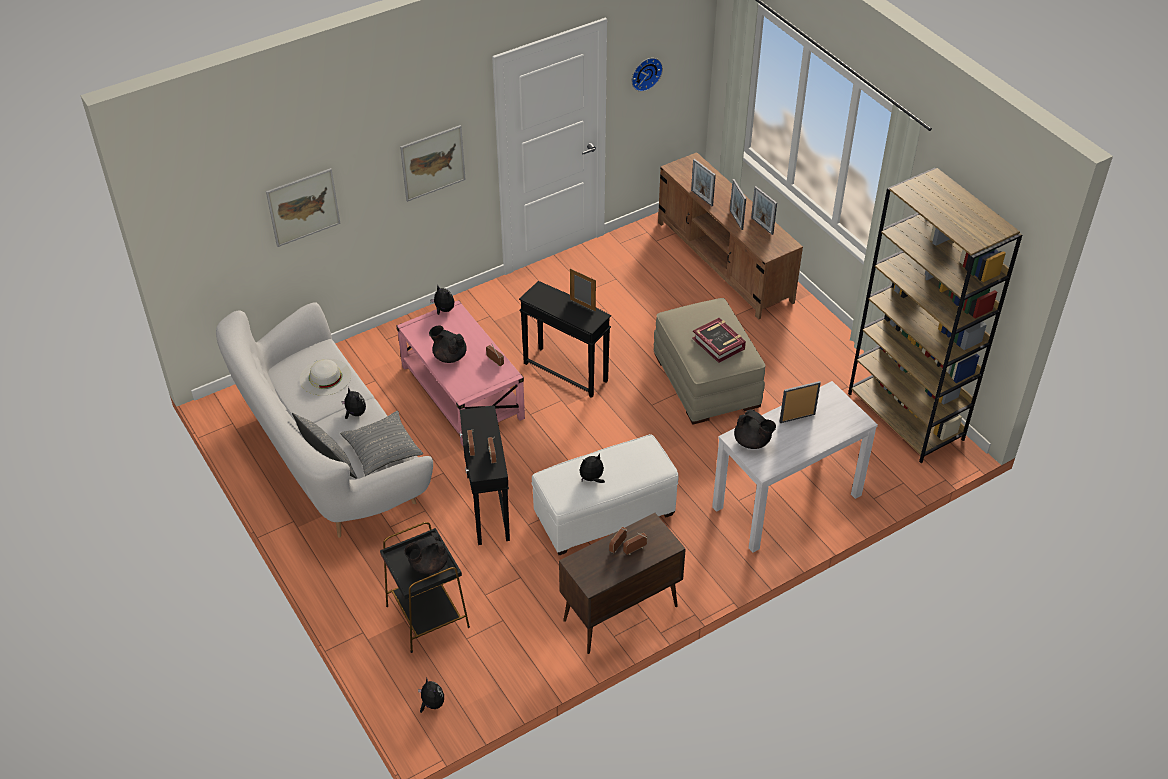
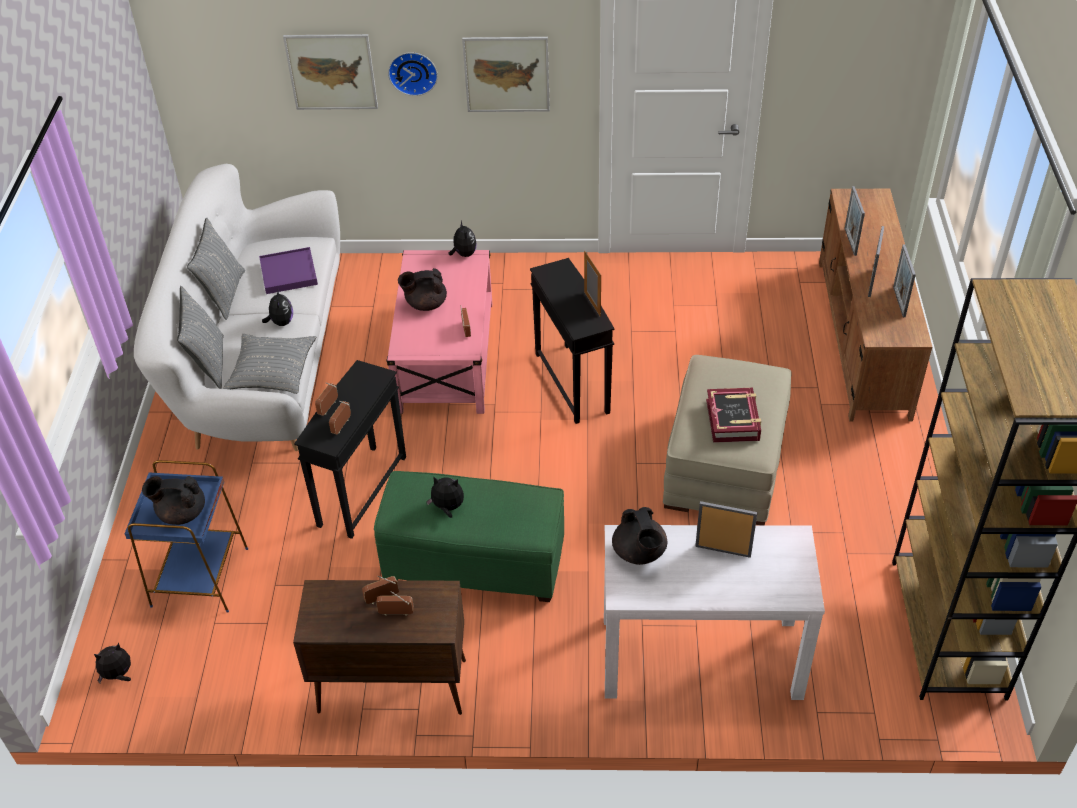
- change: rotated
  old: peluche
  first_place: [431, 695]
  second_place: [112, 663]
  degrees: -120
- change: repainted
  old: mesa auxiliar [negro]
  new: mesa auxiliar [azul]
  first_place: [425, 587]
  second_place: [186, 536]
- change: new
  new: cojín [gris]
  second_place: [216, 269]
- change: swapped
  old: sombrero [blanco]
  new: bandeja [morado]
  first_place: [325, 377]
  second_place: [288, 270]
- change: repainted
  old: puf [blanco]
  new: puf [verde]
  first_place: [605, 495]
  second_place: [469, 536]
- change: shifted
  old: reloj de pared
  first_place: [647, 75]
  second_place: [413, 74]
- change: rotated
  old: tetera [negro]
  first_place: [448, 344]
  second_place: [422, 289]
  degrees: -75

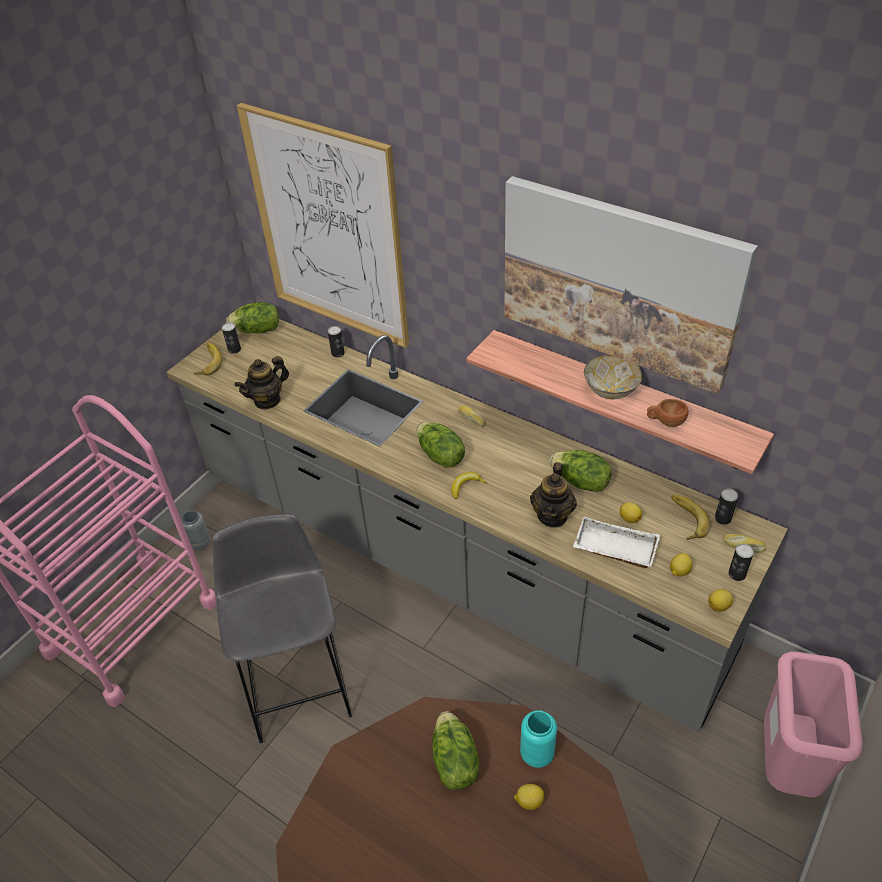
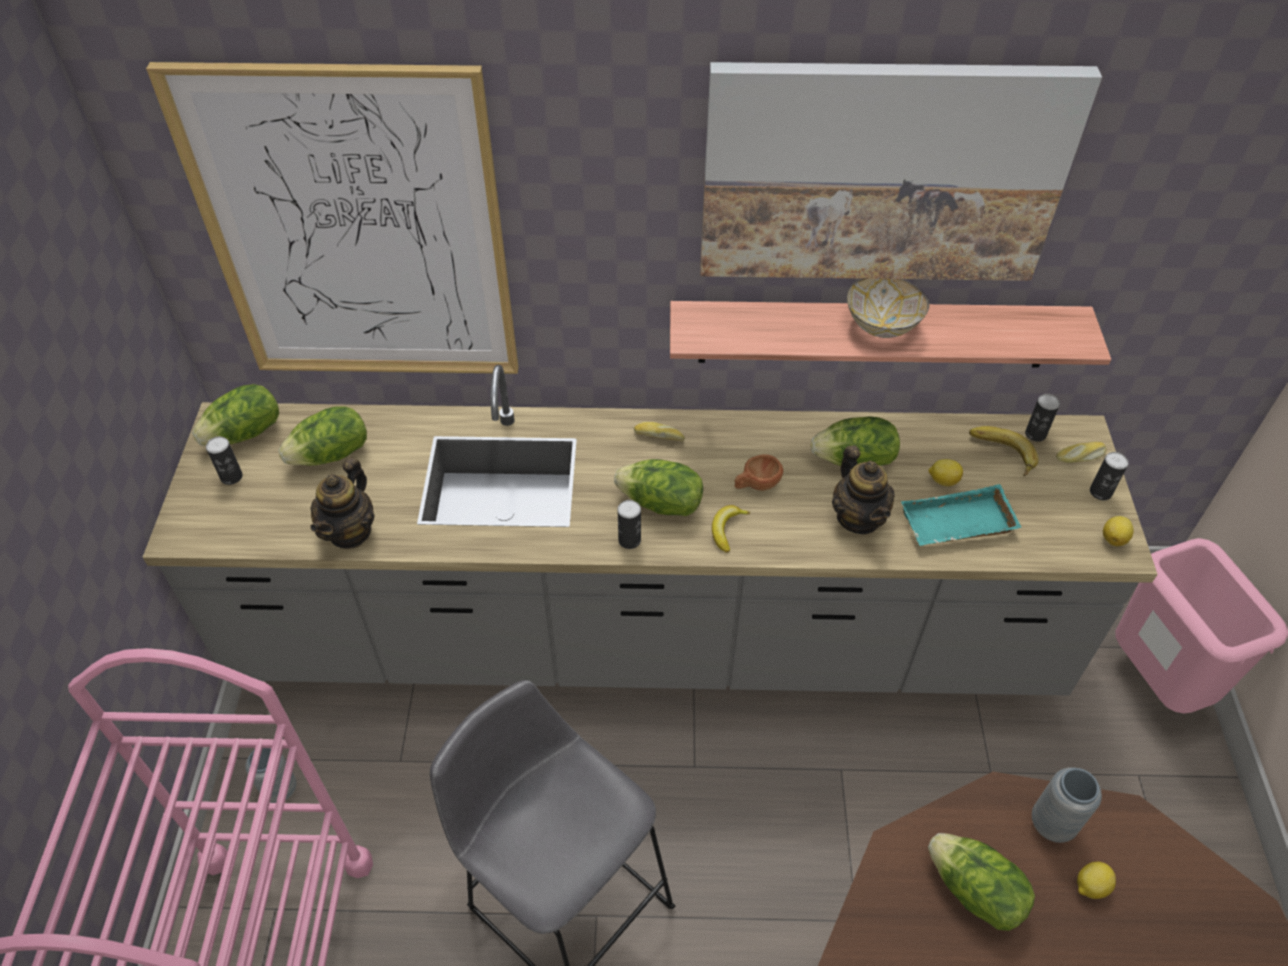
- change: new
  new: lechuga
  second_place: [322, 436]
- change: shifted
  old: lata
  first_place: [336, 342]
  second_place: [629, 524]
- change: shifted
  old: taza [marrón]
  first_place: [668, 413]
  second_place: [758, 472]
- change: repainted
  old: bandeja [blanco]
  new: bandeja [turquesa]
  first_place: [616, 542]
  second_place: [961, 515]
- change: repainted
  old: florero [turquesa]
  new: florero [gris]
  first_place: [538, 739]
  second_place: [1067, 805]
- change: gone
  old: plátano
  first_place: [208, 359]
- change: gone
  old: limón
  first_place: [681, 564]

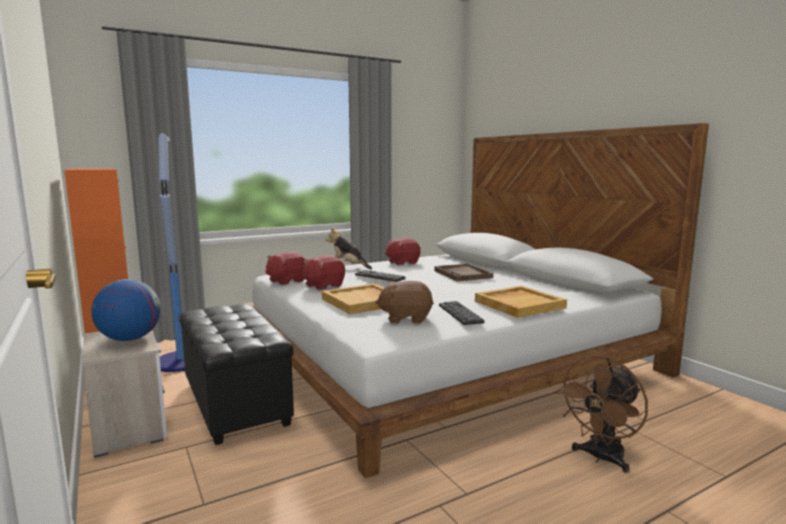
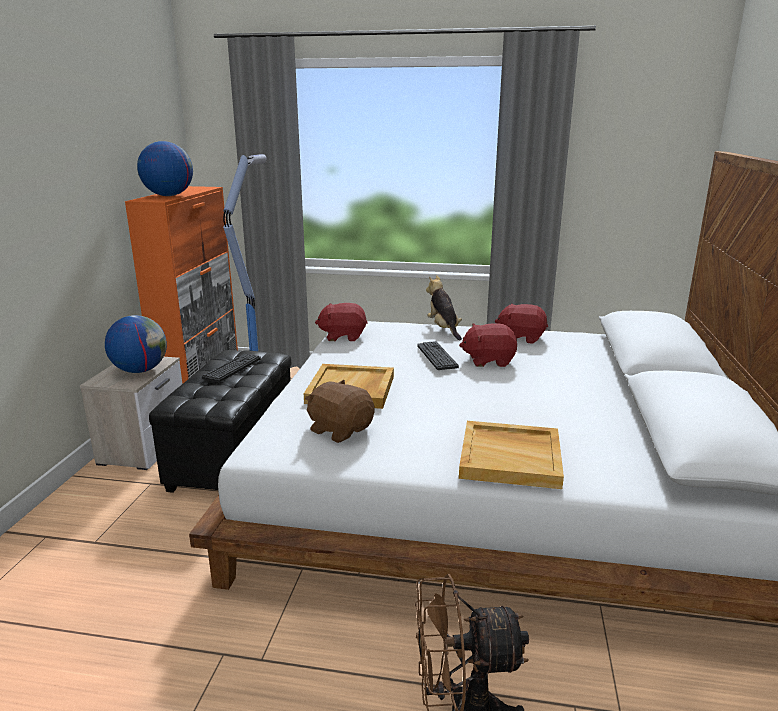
- change: new
  new: globo terráqueo
  second_place: [165, 168]
- change: shifted
  old: teclado
  first_place: [462, 313]
  second_place: [231, 368]
- change: shifted
  old: peluche [rojo]
  first_place: [324, 272]
  second_place: [488, 345]
- change: gone
  old: bandeja [marrón]
  first_place: [463, 272]

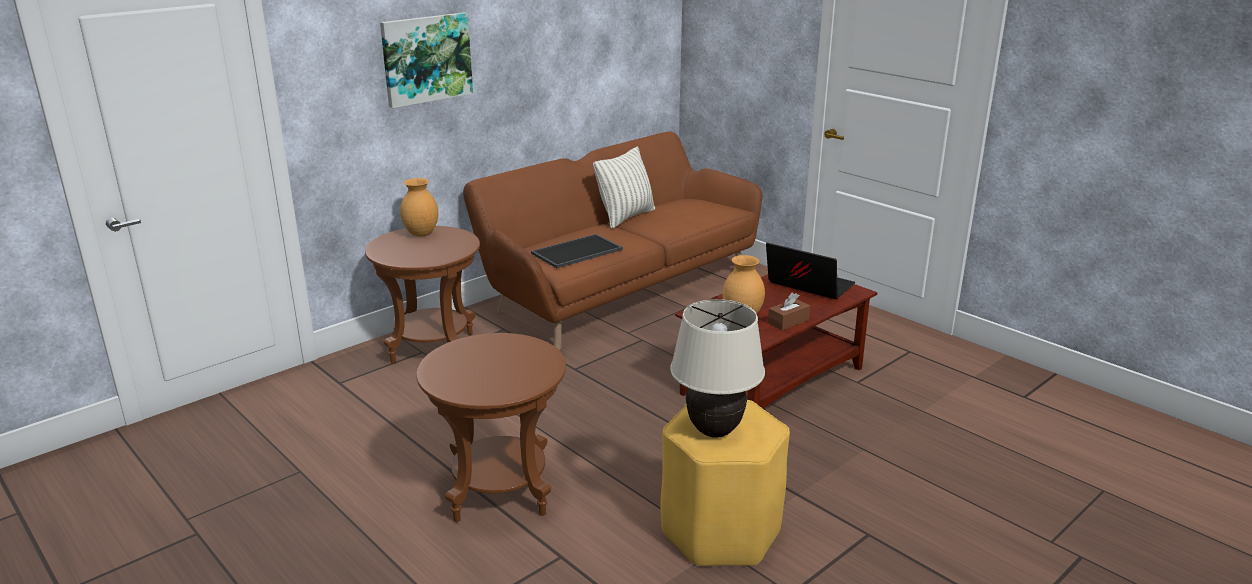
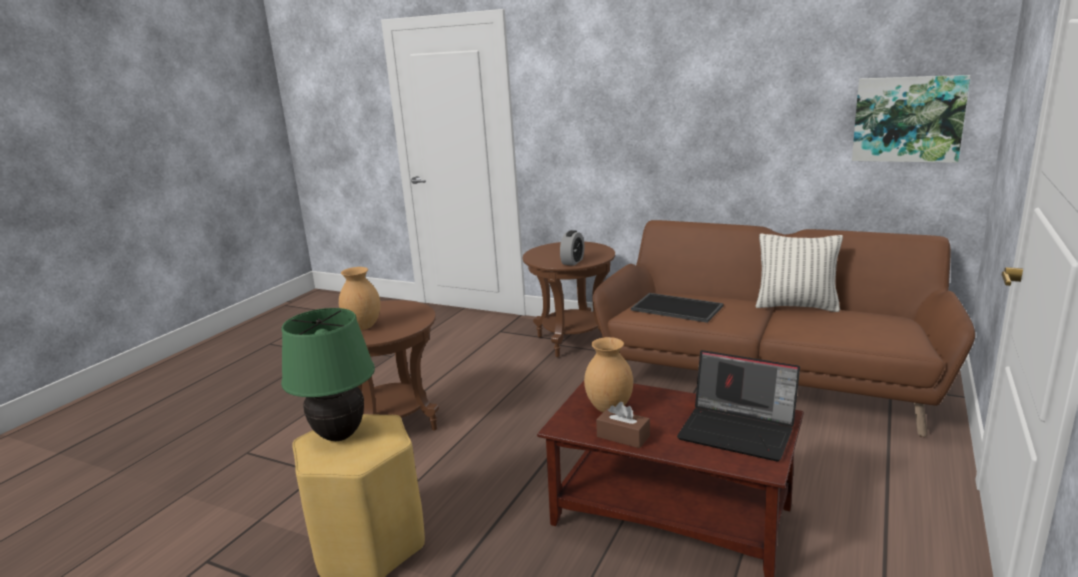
- change: repainted
  old: lámpara de mesa [beis]
  new: lámpara de mesa [verde]
  first_place: [717, 368]
  second_place: [328, 374]
- change: shifted
  old: florero [marrón]
  first_place: [419, 207]
  second_place: [360, 298]
- change: new
  new: despertador
  second_place: [572, 248]
- change: rotated
  old: portátil
  first_place: [810, 271]
  second_place: [738, 405]
  degrees: 105
- change: shifted
  old: cuadro
  first_place: [426, 60]
  second_place: [911, 119]

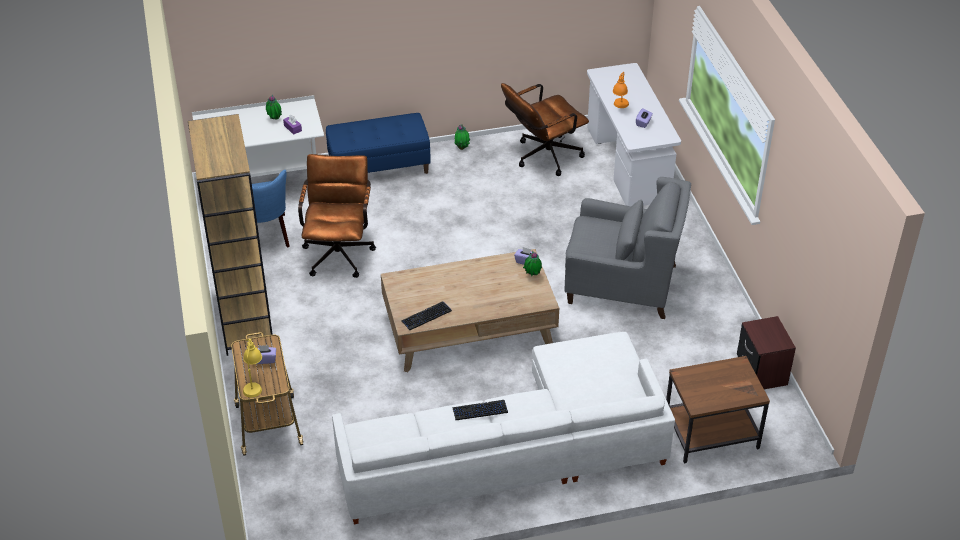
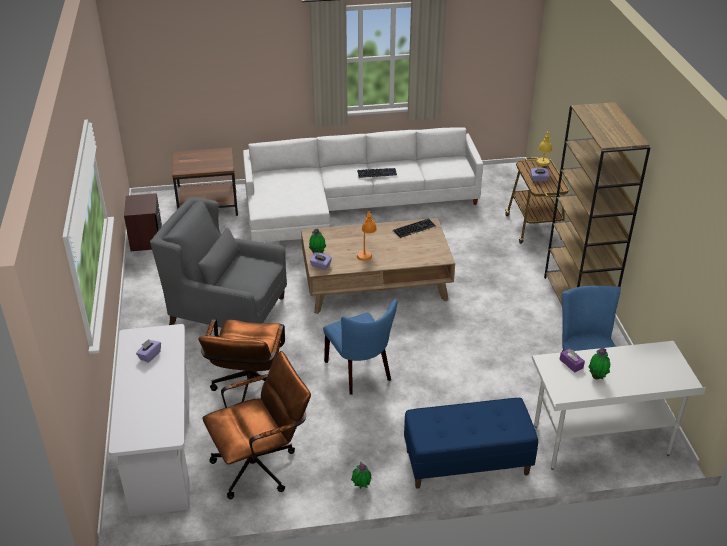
- change: shifted
  old: silla de oficina [marrón]
  first_place: [337, 216]
  second_place: [241, 360]
- change: new
  new: silla [azul]
  second_place: [360, 347]
- change: shifted
  old: lámpara de mesa [naranja]
  first_place: [621, 90]
  second_place: [367, 236]

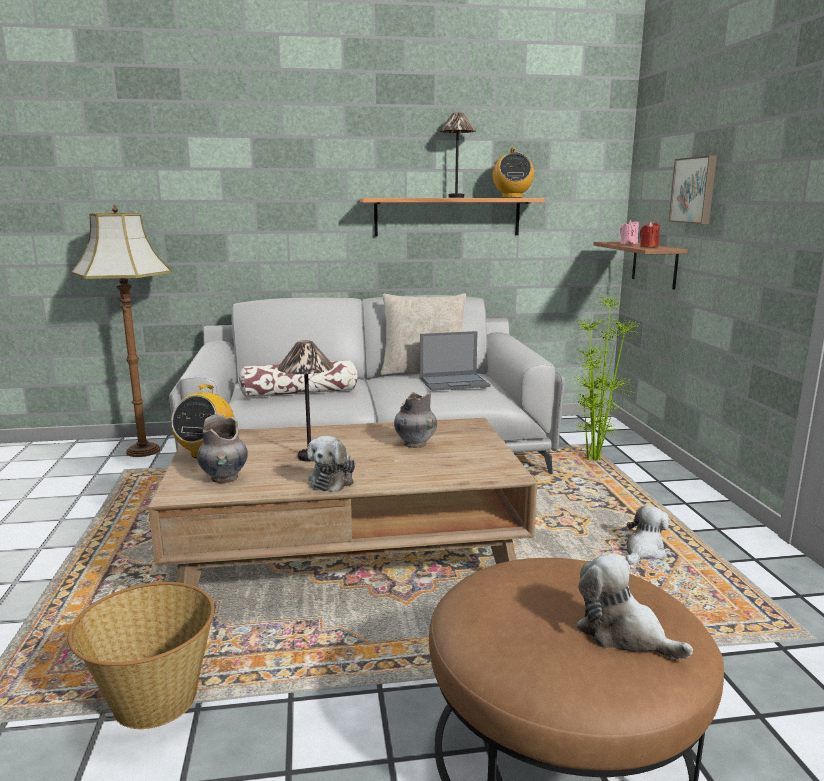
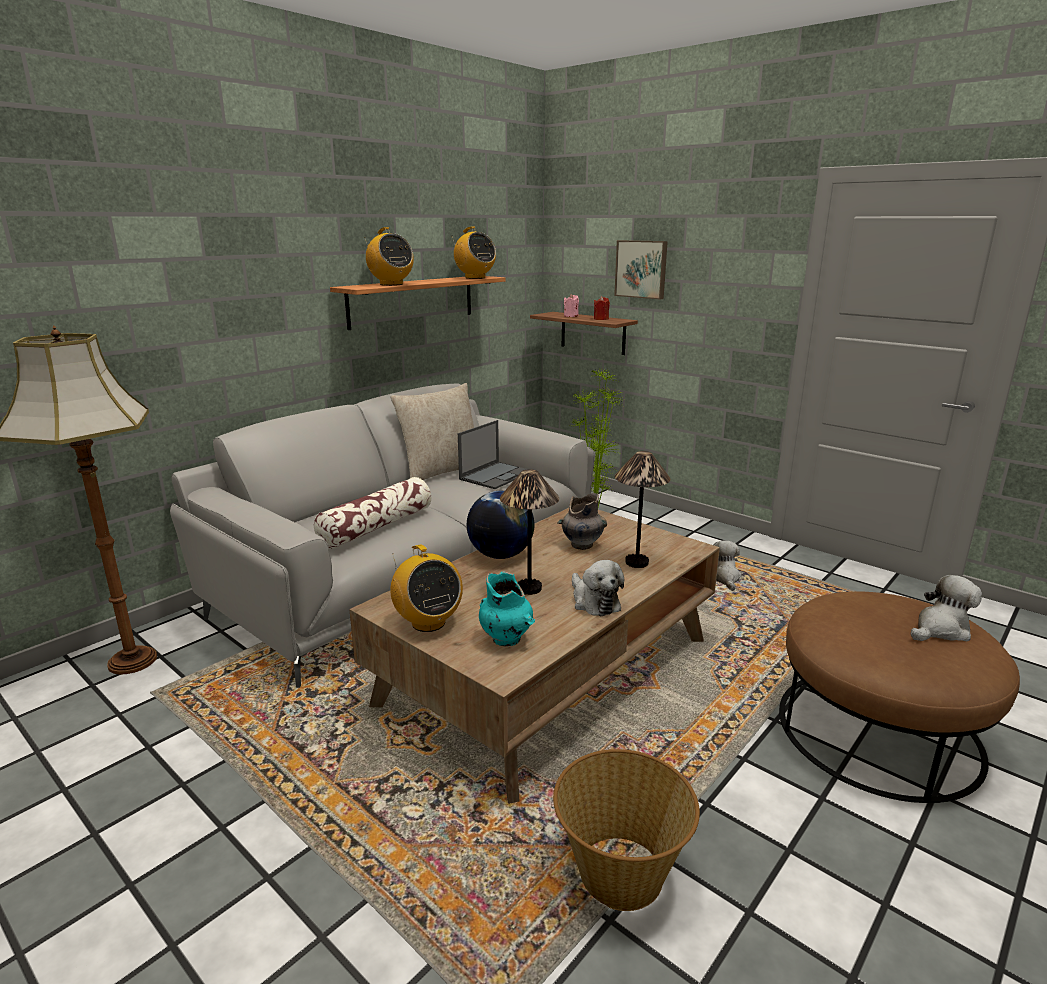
- change: new
  new: radio
  second_place: [389, 256]
- change: new
  new: globo terráqueo
  second_place: [500, 525]
- change: repainted
  old: florero [gris]
  new: florero [turquesa]
  first_place: [222, 448]
  second_place: [507, 608]
- change: shifted
  old: lámpara de mesa
  first_place: [457, 155]
  second_place: [642, 509]
- change: rotated
  old: peluche
  first_place: [634, 606]
  second_place: [946, 608]
  degrees: 150

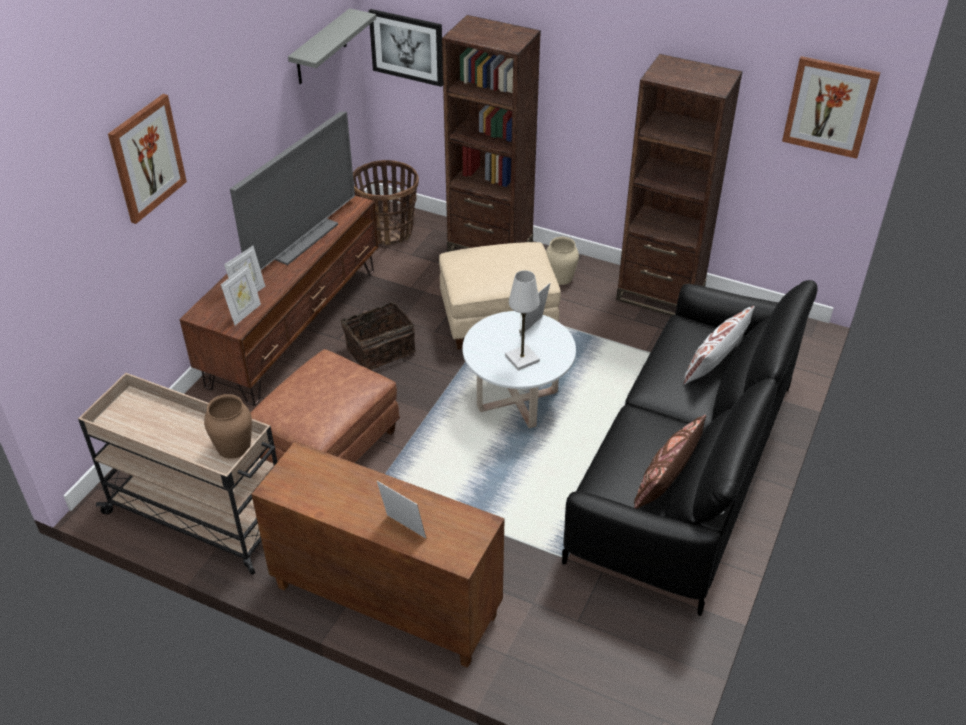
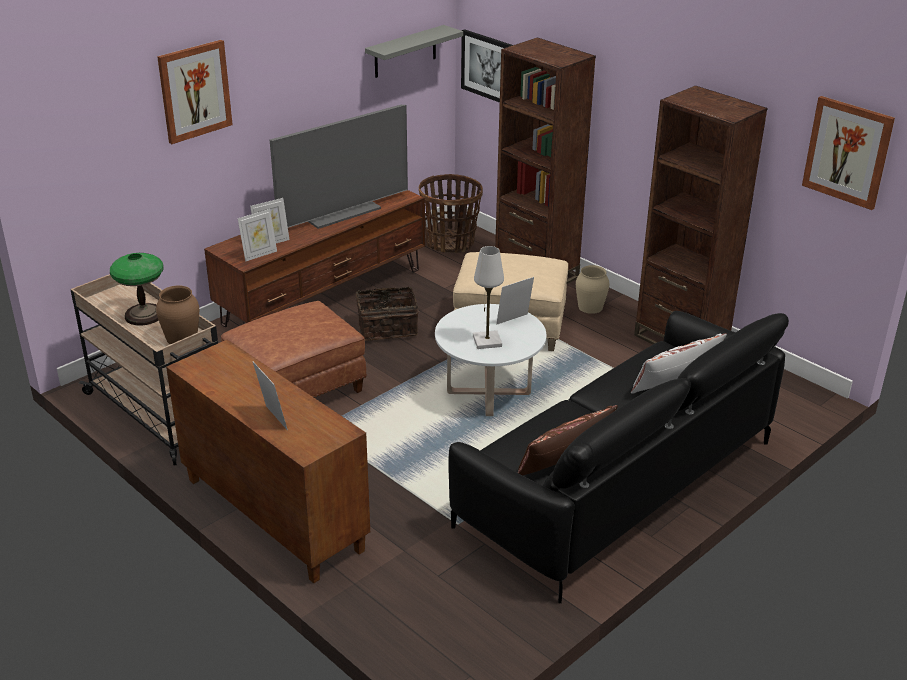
- change: new
  new: lámpara de mesa
  second_place: [137, 289]

